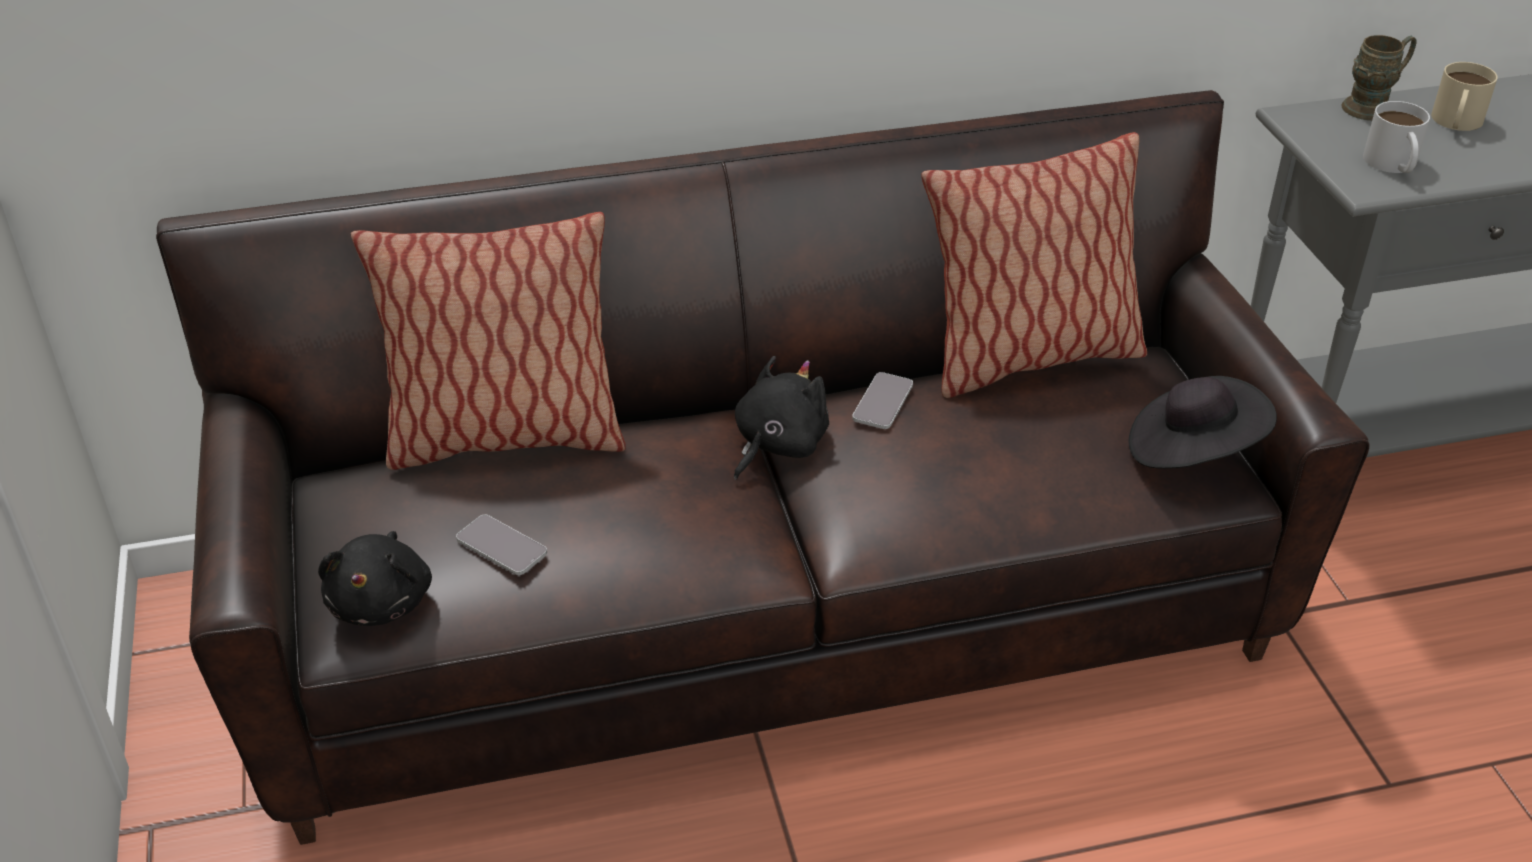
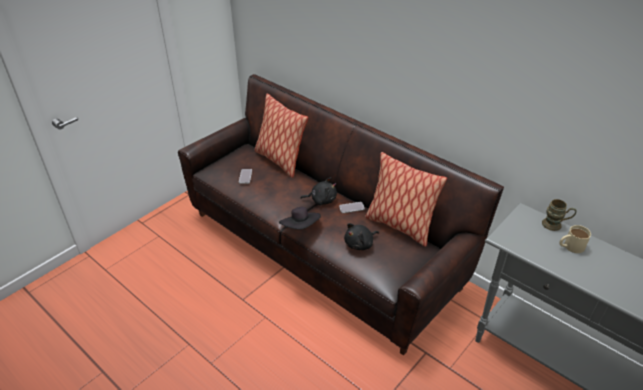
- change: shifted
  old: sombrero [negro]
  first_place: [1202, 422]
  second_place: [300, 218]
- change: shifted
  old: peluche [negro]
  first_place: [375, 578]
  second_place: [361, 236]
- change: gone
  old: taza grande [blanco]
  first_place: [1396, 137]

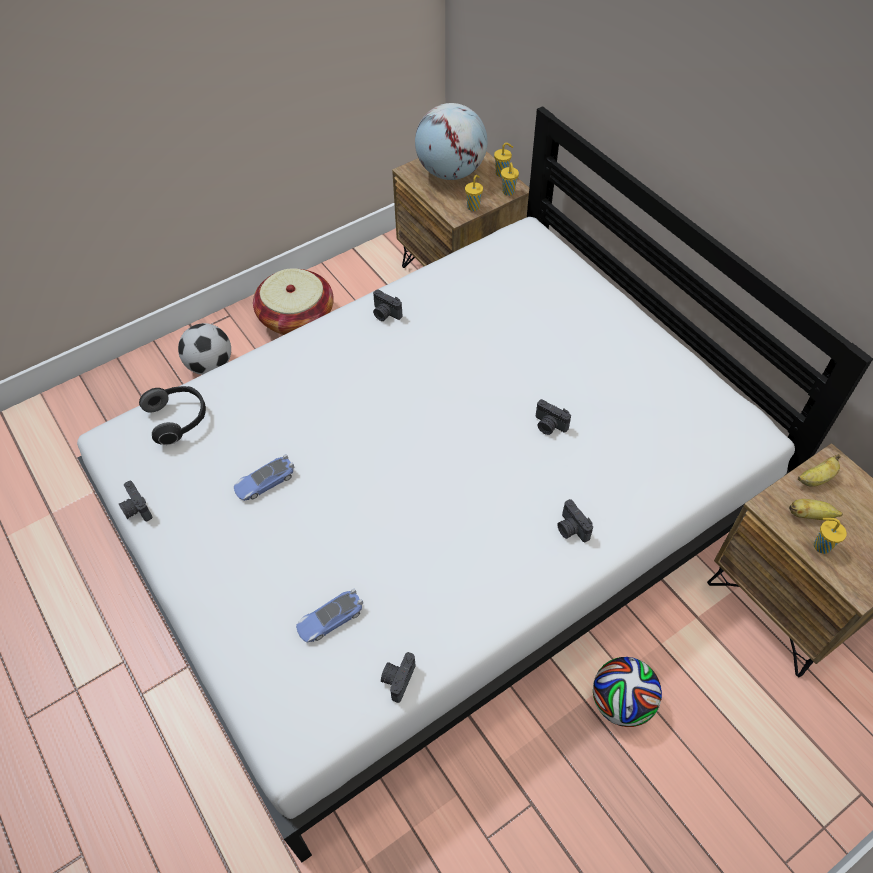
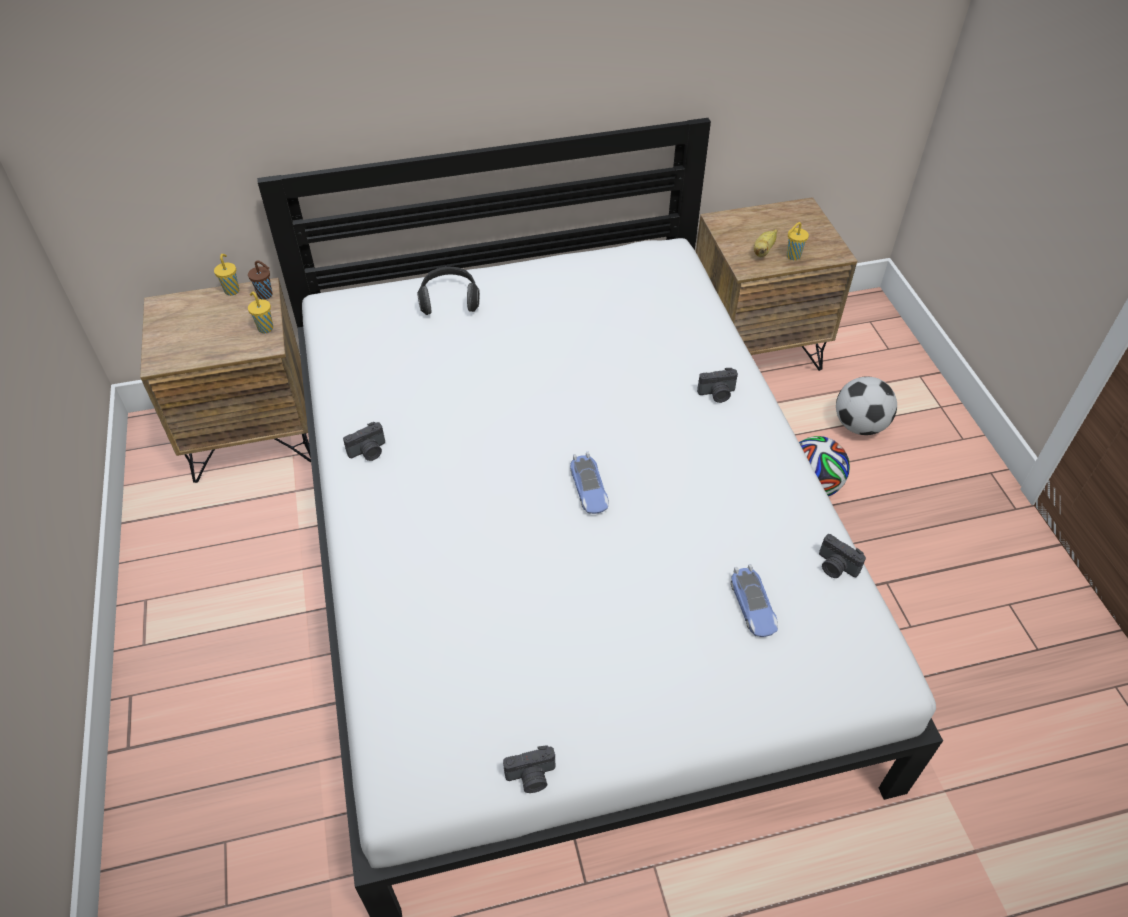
- change: repainted
  old: taza [amarillo]
  new: taza [marrón]
  first_place: [510, 179]
  second_place: [260, 280]
- change: shifted
  old: auriculares
  first_place: [172, 415]
  second_place: [448, 291]
- change: shifted
  old: coche de juguete
  first_place: [264, 477]
  second_place: [589, 483]
- change: shifted
  old: balón de fútbol
  first_place: [204, 349]
  second_place: [866, 405]
- change: gone
  old: cesta
  first_place: [293, 301]
- change: gone
  old: globo terráqueo
  first_place: [451, 141]
- change: gone
  old: cámara
  first_place: [553, 417]
- change: gone
  old: plátano
  first_place: [819, 470]

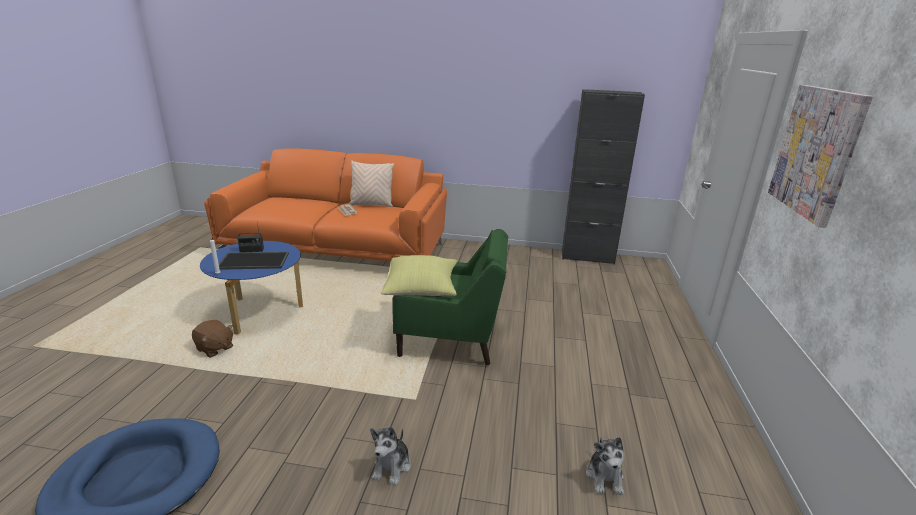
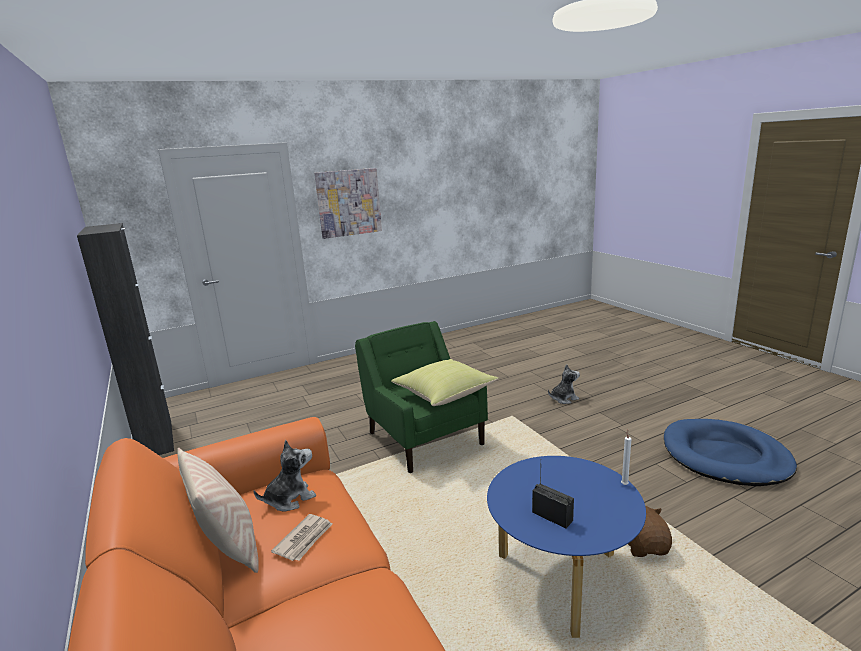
- change: shifted
  old: peluche
  first_place: [605, 466]
  second_place: [284, 475]
- change: gone
  old: bandeja
  first_place: [254, 261]

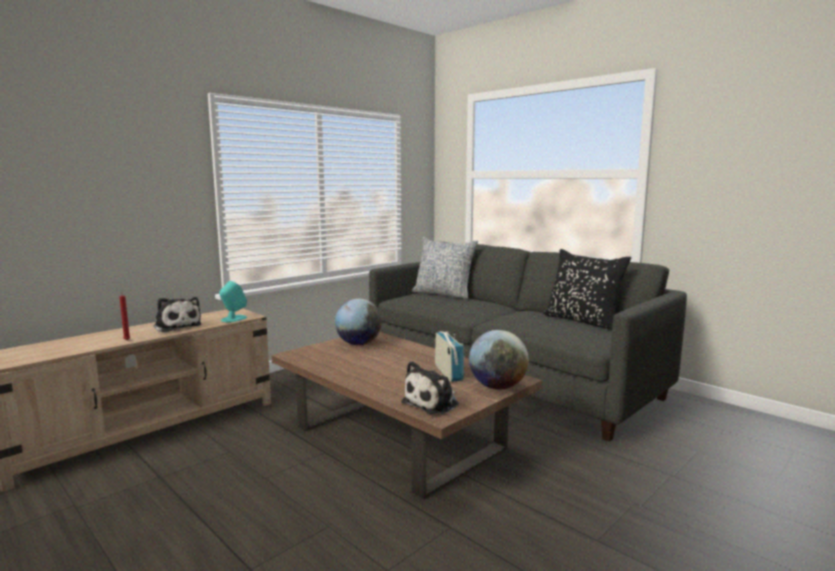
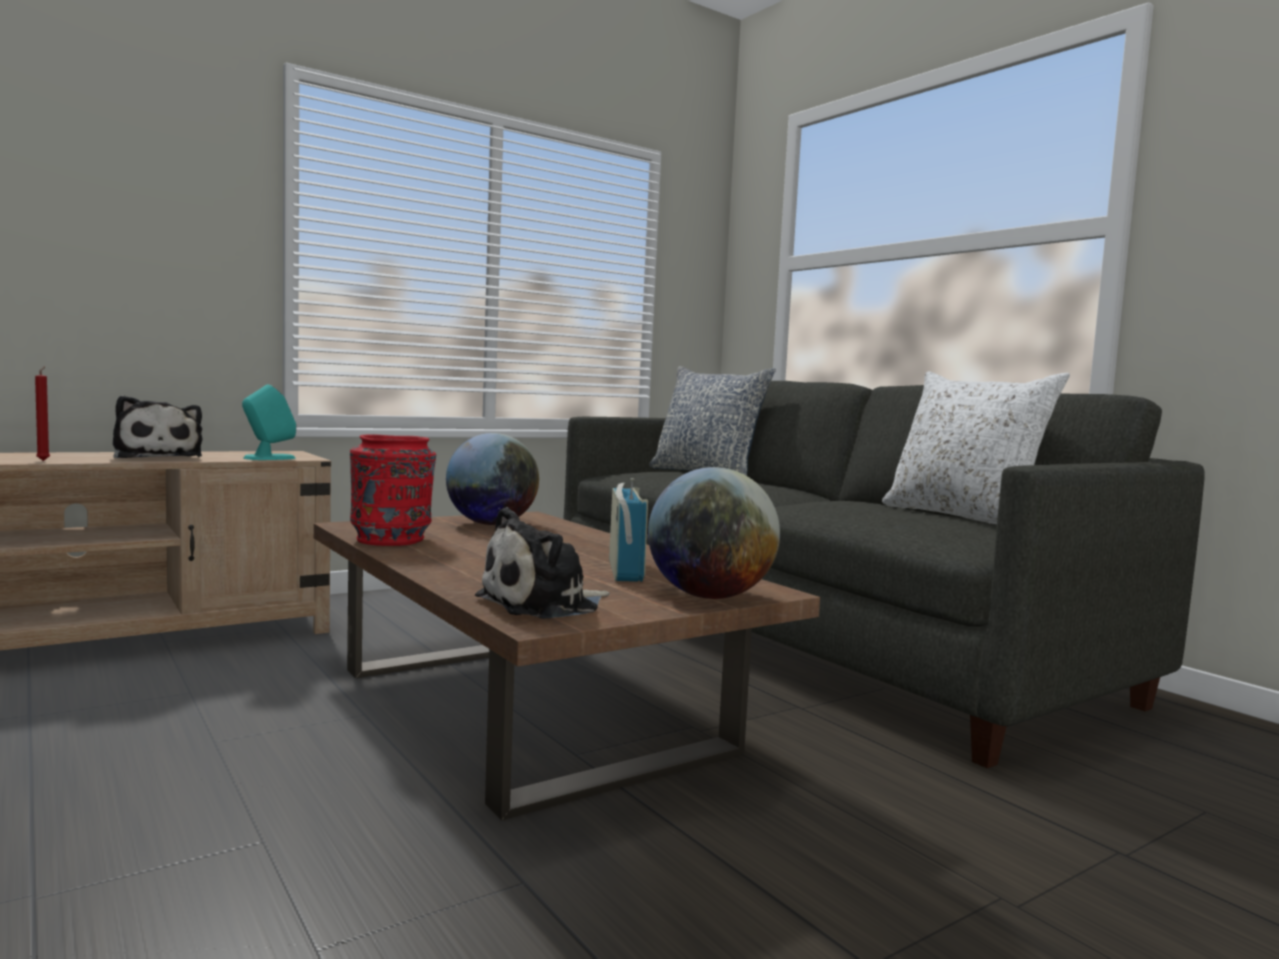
- change: new
  new: florero [rojo]
  second_place: [393, 490]
- change: repainted
  old: cojín [negro]
  new: cojín [blanco]
  first_place: [587, 289]
  second_place: [976, 447]

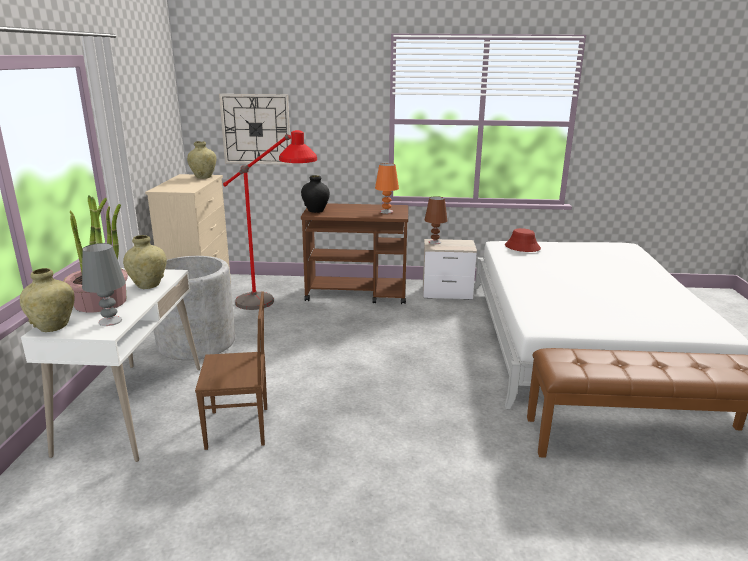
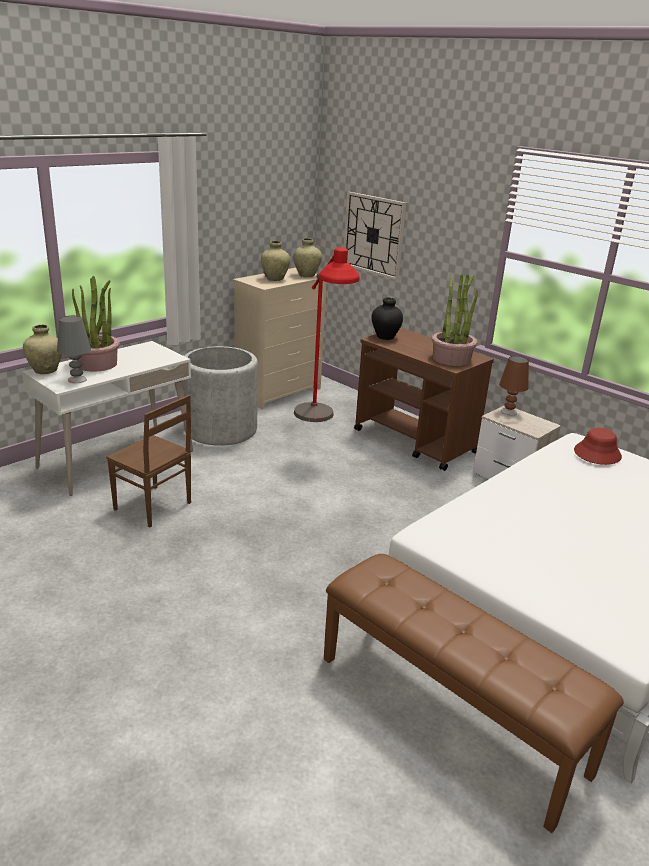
- change: shifted
  old: florero [beis]
  first_place: [145, 262]
  second_place: [275, 261]
- change: swapped
  old: lámpara de mesa [naranja]
  new: planta en maceta
  first_place: [387, 188]
  second_place: [455, 320]

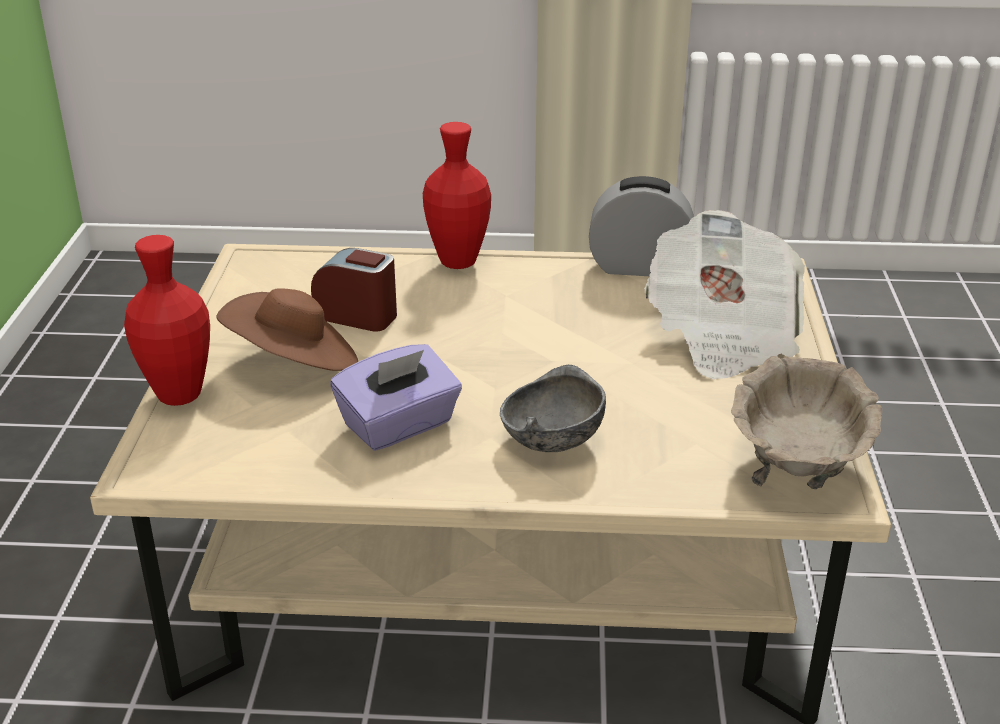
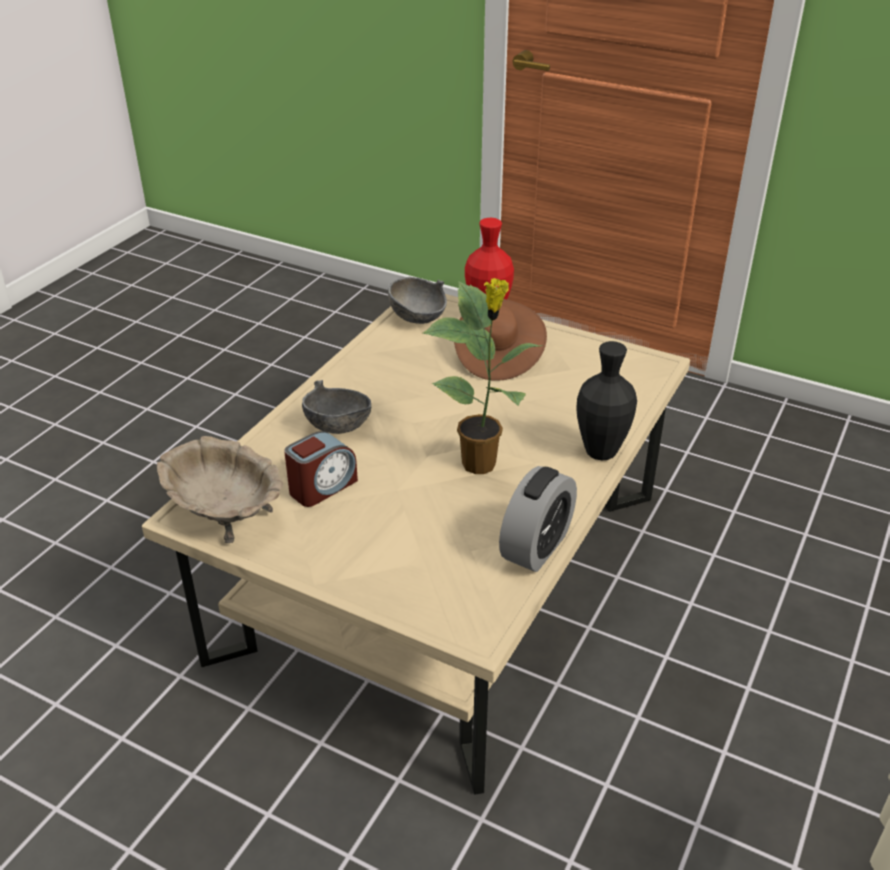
- change: shifted
  old: despertador
  first_place: [354, 290]
  second_place: [321, 469]
- change: new
  new: cuenco [gris]
  second_place: [417, 300]
- change: new
  new: planta en maceta
  second_place: [483, 376]
- change: repainted
  old: florero [rojo]
  new: florero [negro]
  first_place: [457, 195]
  second_place: [606, 400]
- change: gone
  old: caja de pañuelos [morado]
  first_place: [396, 397]
- change: gone
  old: periódico
  first_place: [724, 294]

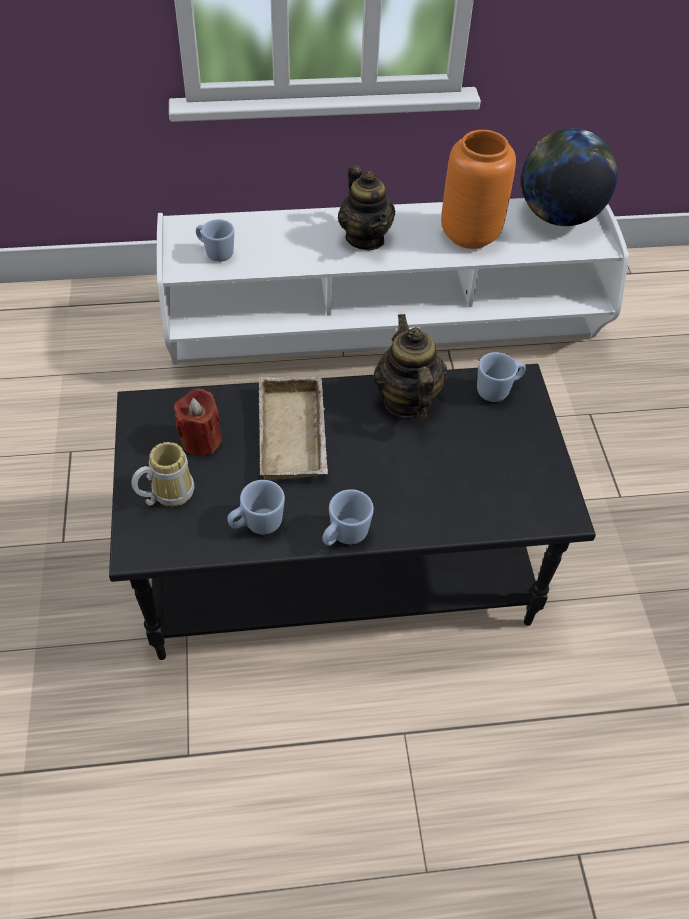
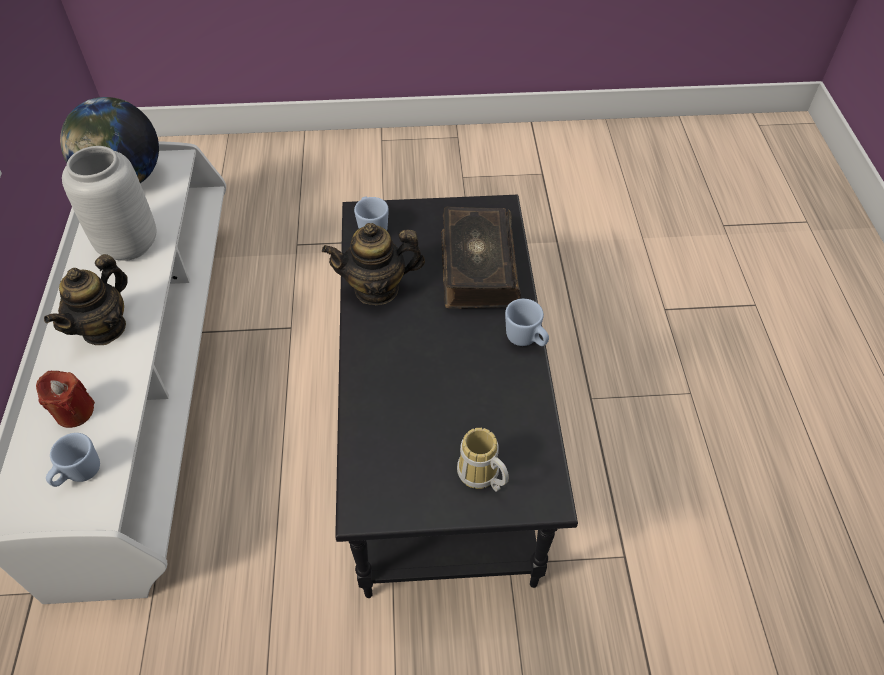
- change: shifted
  old: vela [rojo]
  first_place: [198, 422]
  second_place: [65, 399]
- change: rotated
  old: tetera
  first_place: [366, 207]
  second_place: [85, 299]
  degrees: 135
- change: repainted
  old: florero [naranja]
  new: florero [gris]
  first_place: [478, 189]
  second_place: [109, 203]
- change: new
  new: libro
  second_place: [481, 257]
- change: gone
  old: taza grande [azul]
  first_place: [256, 507]
- change: gone
  old: bandeja [beis]
  first_place: [293, 428]

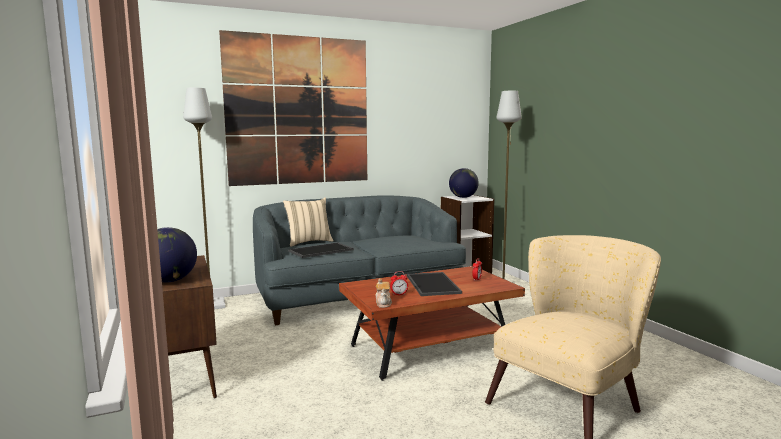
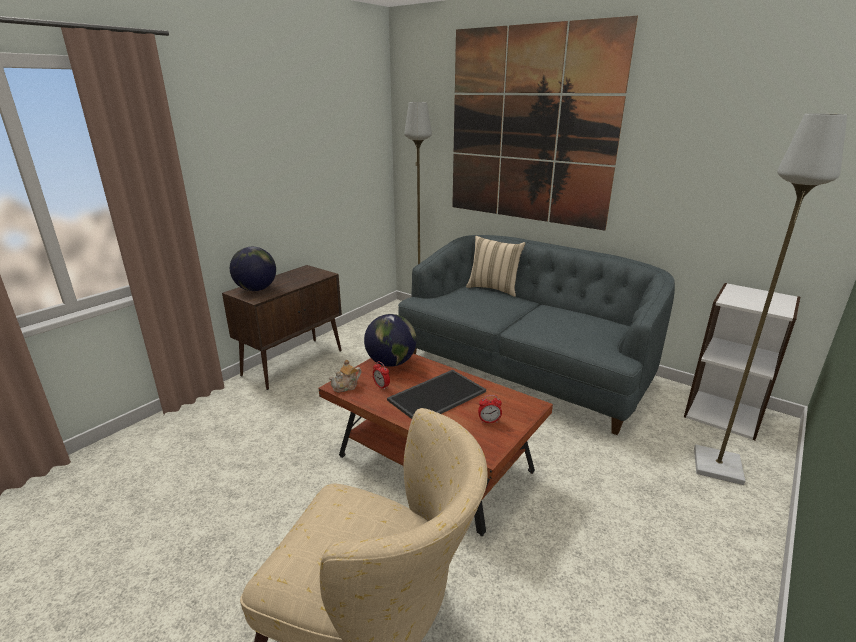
- change: shifted
  old: globo terráqueo
  first_place: [464, 183]
  second_place: [390, 340]
- change: gone
  old: bandeja
  first_place: [321, 250]

